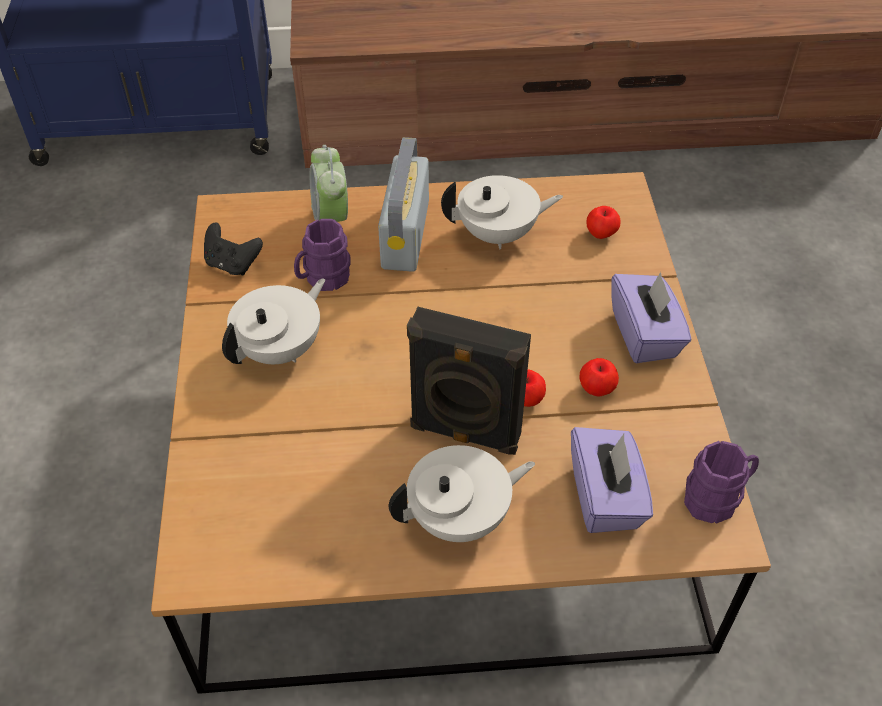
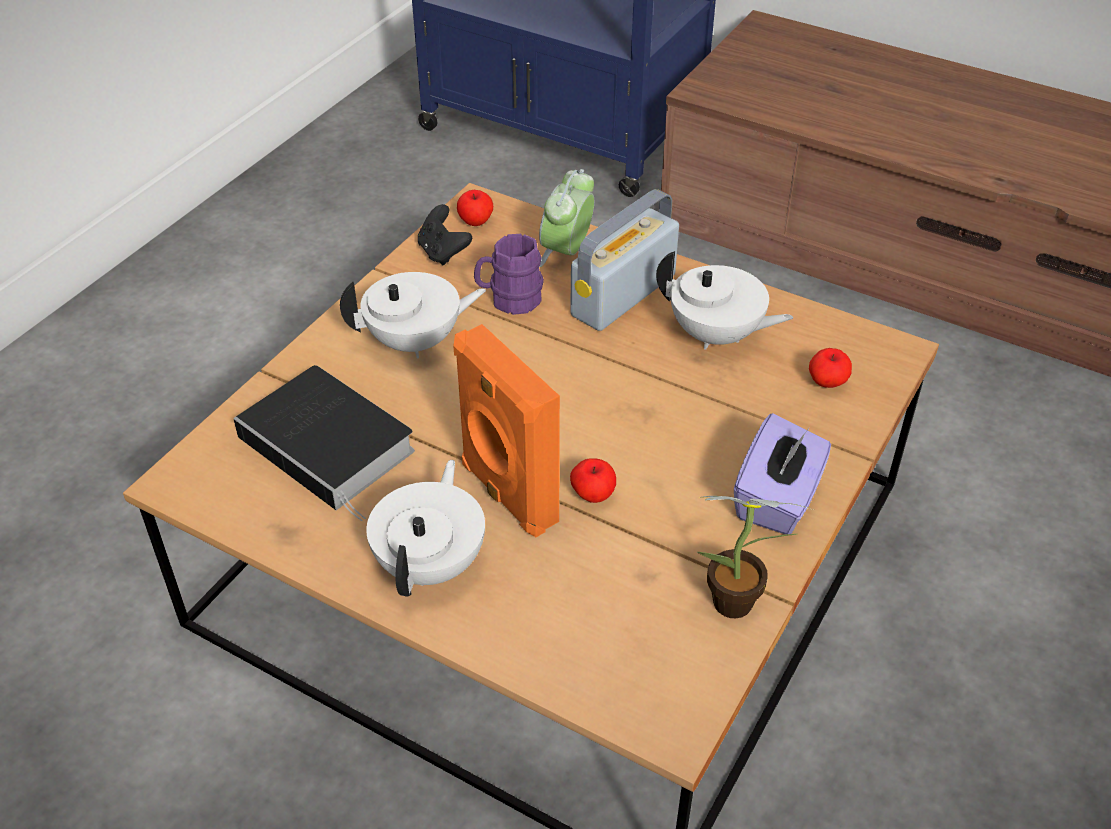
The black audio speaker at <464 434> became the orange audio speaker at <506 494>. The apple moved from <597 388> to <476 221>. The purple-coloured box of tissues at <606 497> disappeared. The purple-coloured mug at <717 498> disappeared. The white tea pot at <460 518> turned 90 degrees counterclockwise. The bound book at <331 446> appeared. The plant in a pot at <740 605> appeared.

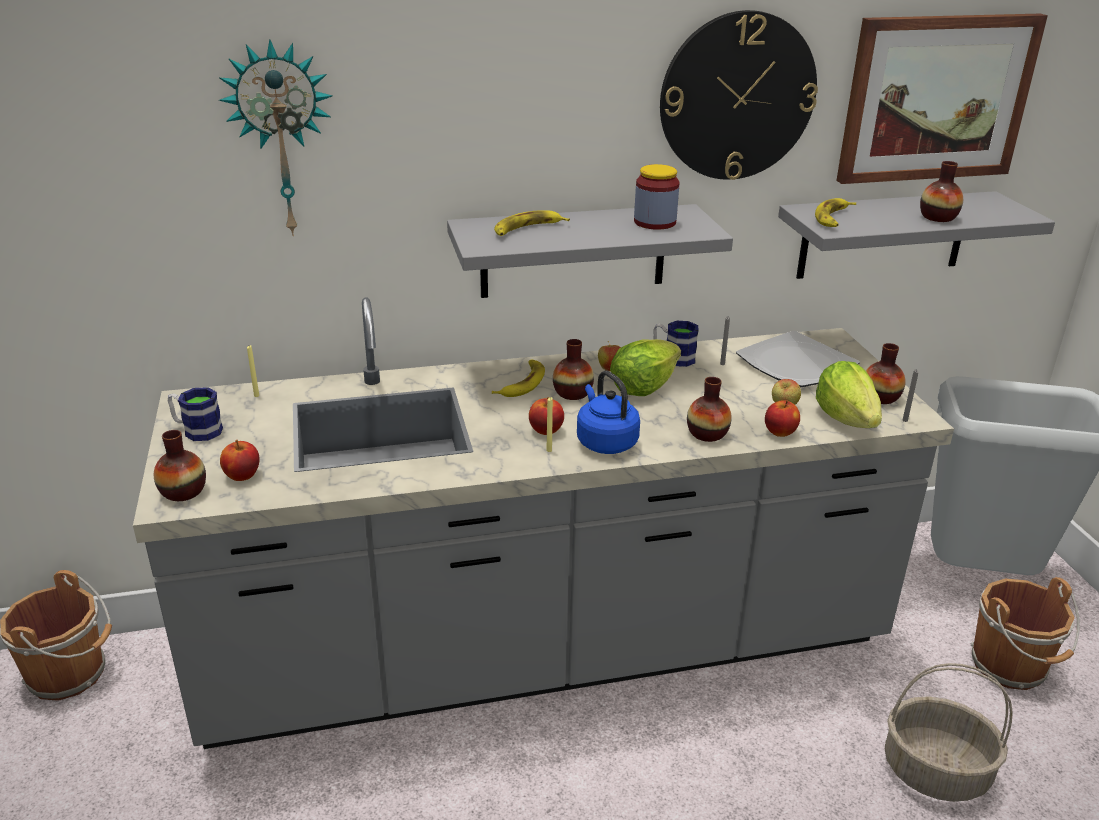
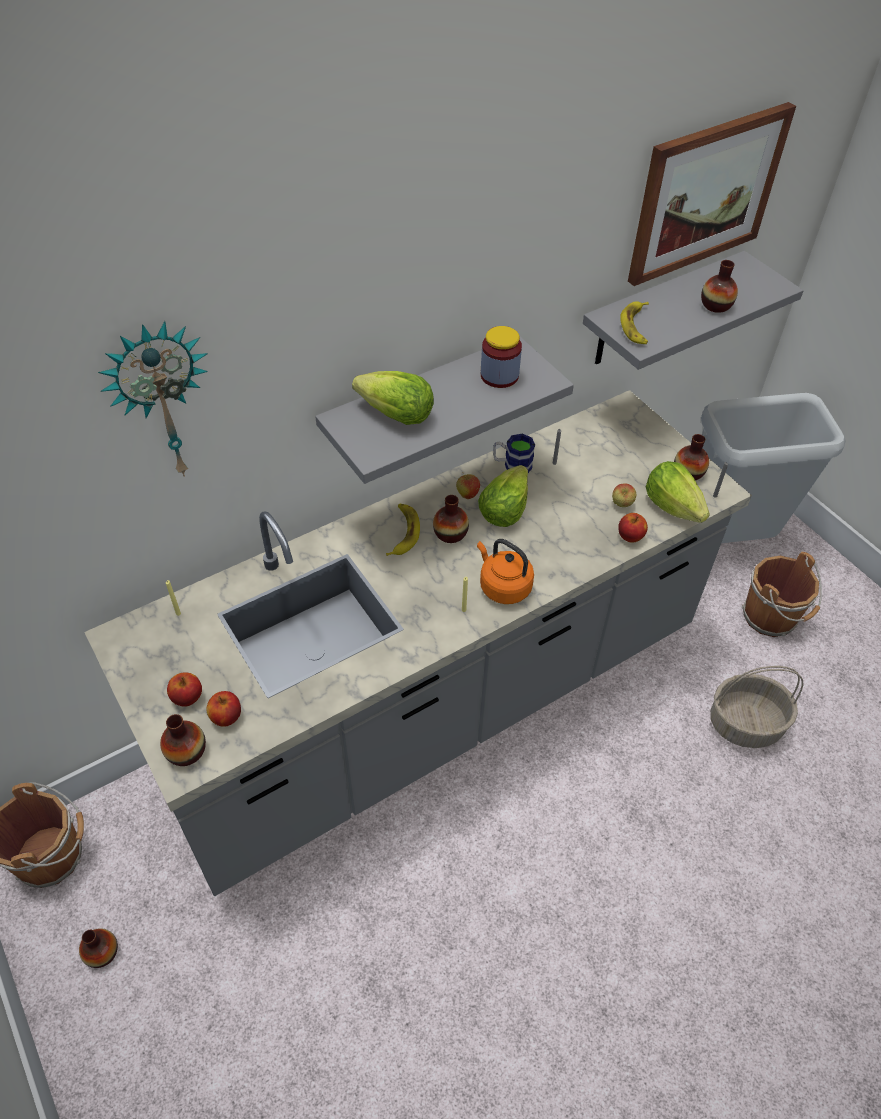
The hanging clock at <737 97> disappeared. The banana at <527 229> was replaced by the lettuce head at <396 415>. The dinner plate at <794 364> disappeared. The blue-coloured water kettle at <605 442> became the orange water kettle at <503 586>. The decorative vase moved from <707 433> to <102 952>. The mug at <197 430> disappeared. The apple moved from <546 430> to <187 698>.

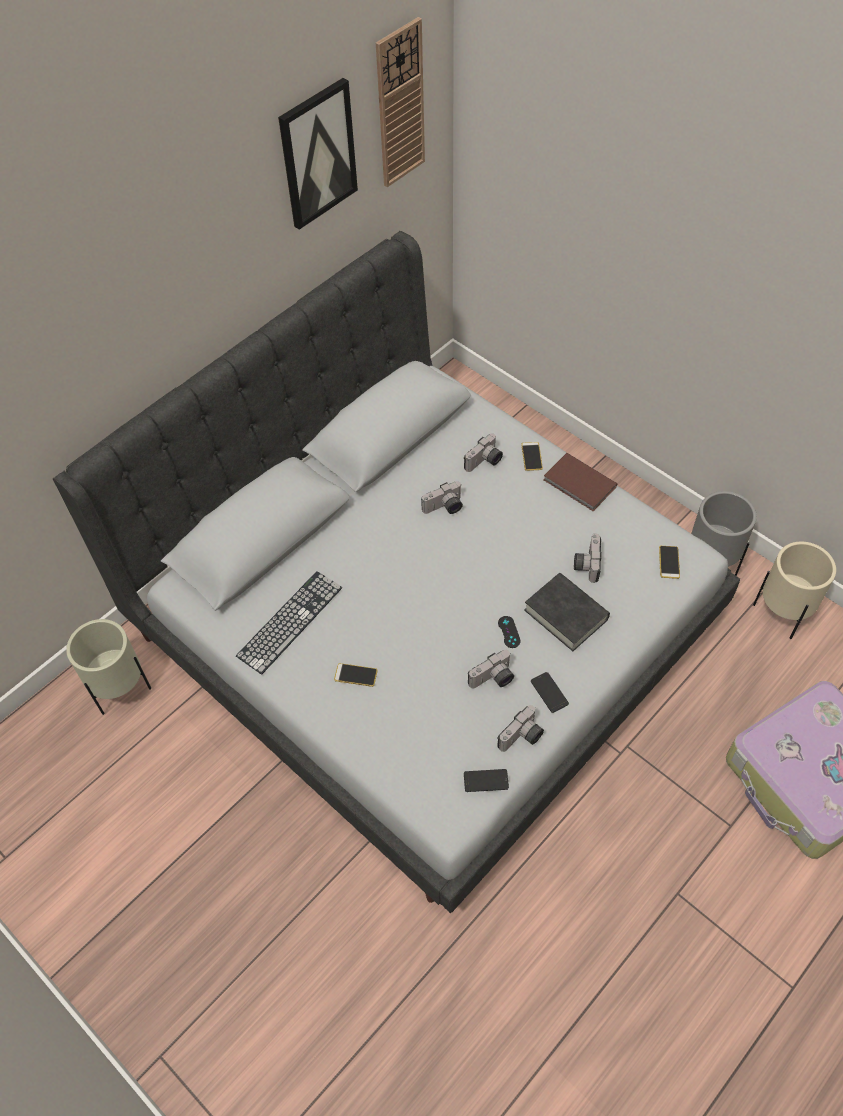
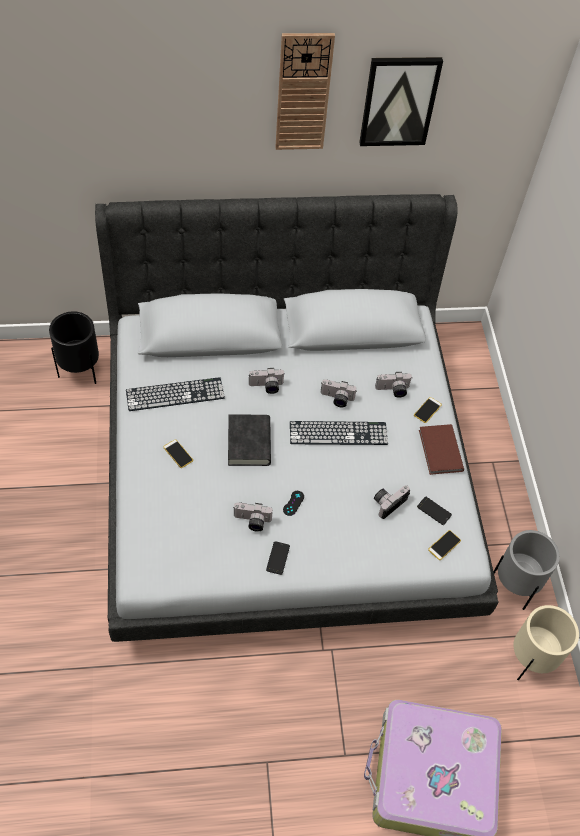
The hanging clock moved from <400 105> to <303 93>. The black bound book moved from <566 615> to <249 443>. The sand-coloured flower pot at <121 690> became the black flower pot at <80 372>. The photo camera moved from <522 738> to <266 387>. The telephone moved from <486 780> to <434 511>. The keyboard at <338 433> appeared.

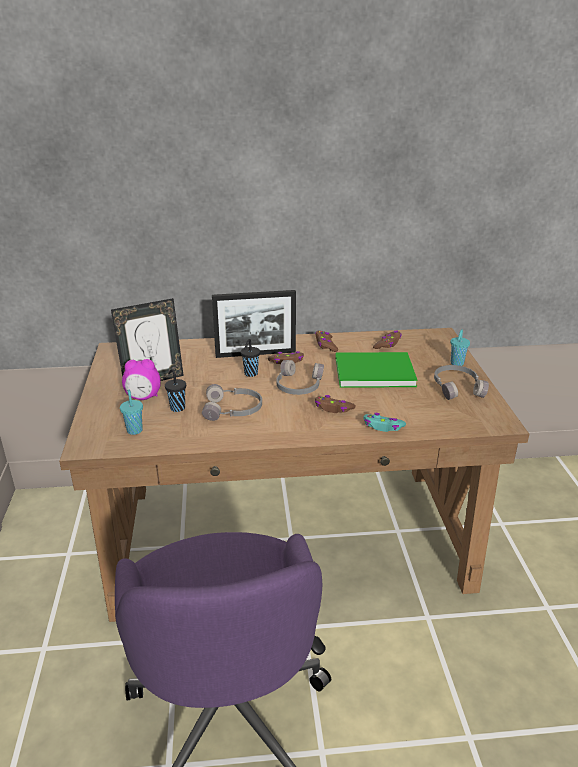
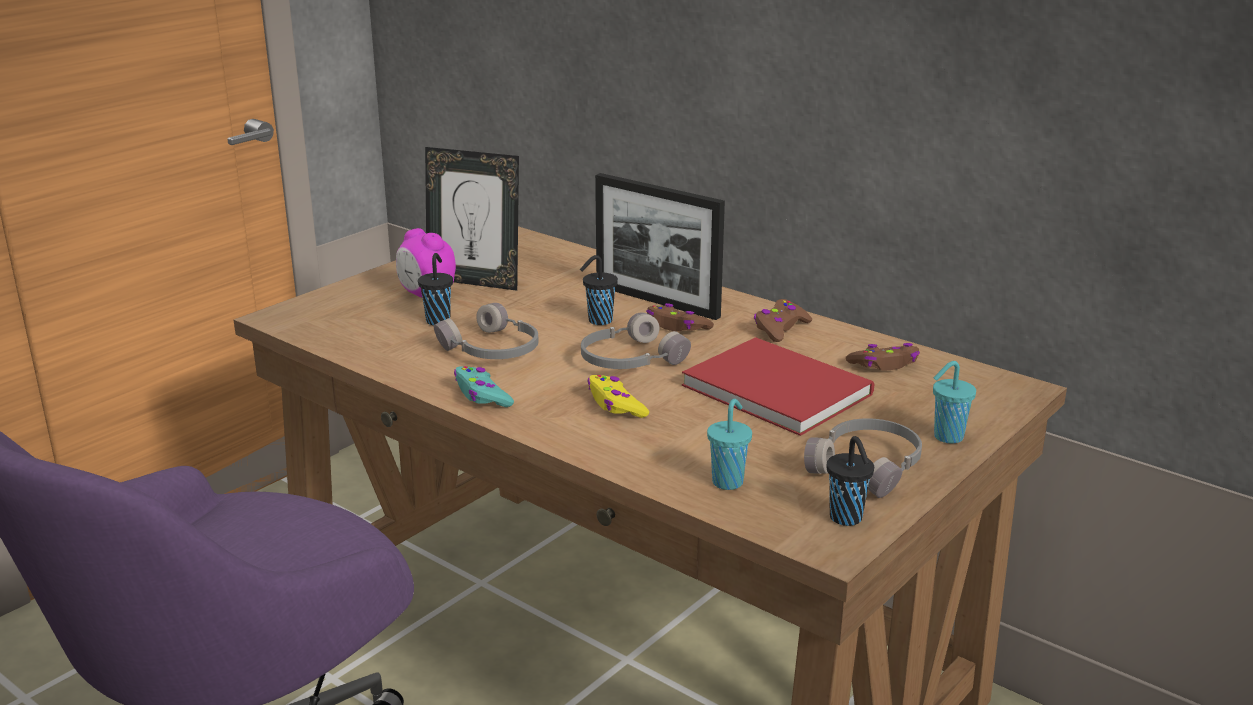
The green bound book at <371 371> became the red-coloured bound book at <775 387>. The blue-green drinking cup moved from <134 430> to <728 481>. The brownish gamepad at <333 408> became the yellow gamepad at <616 405>. The blue-green gamepad moved from <383 427> to <482 395>. The black drinking cup at <847 519> appeared.

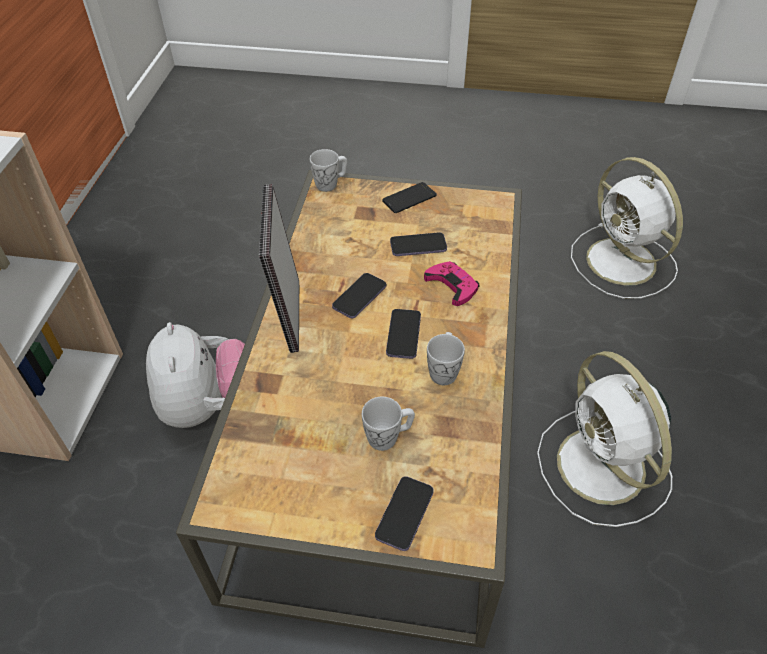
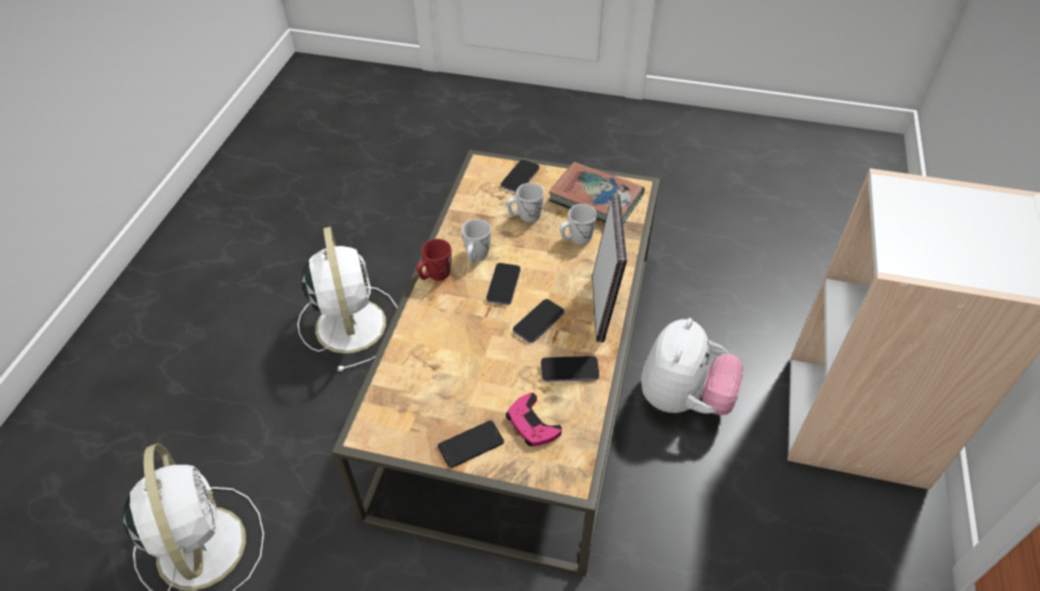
The white mug moved from <330 183> to <576 239>. The telephone moved from <418 246> to <569 370>. The pink-coloured gamepad moved from <452 285> to <532 424>. The plush toy at <207 405> turned 150 degrees counterclockwise. The bound book at <596 199> appeared. The red-coloured mug at <435 275> appeared.

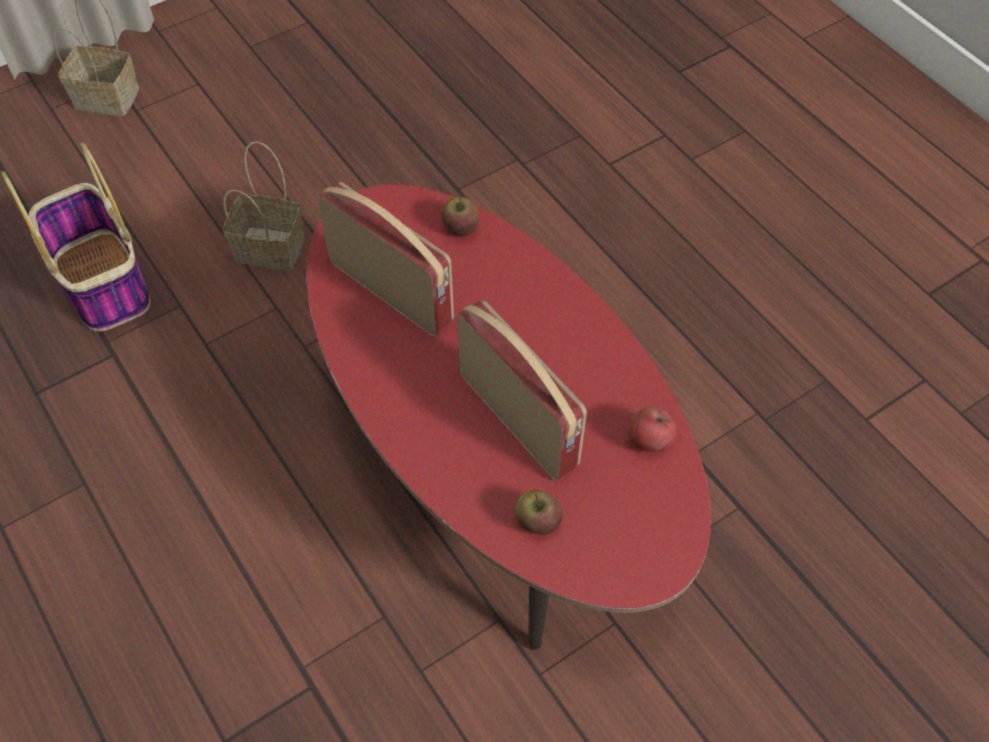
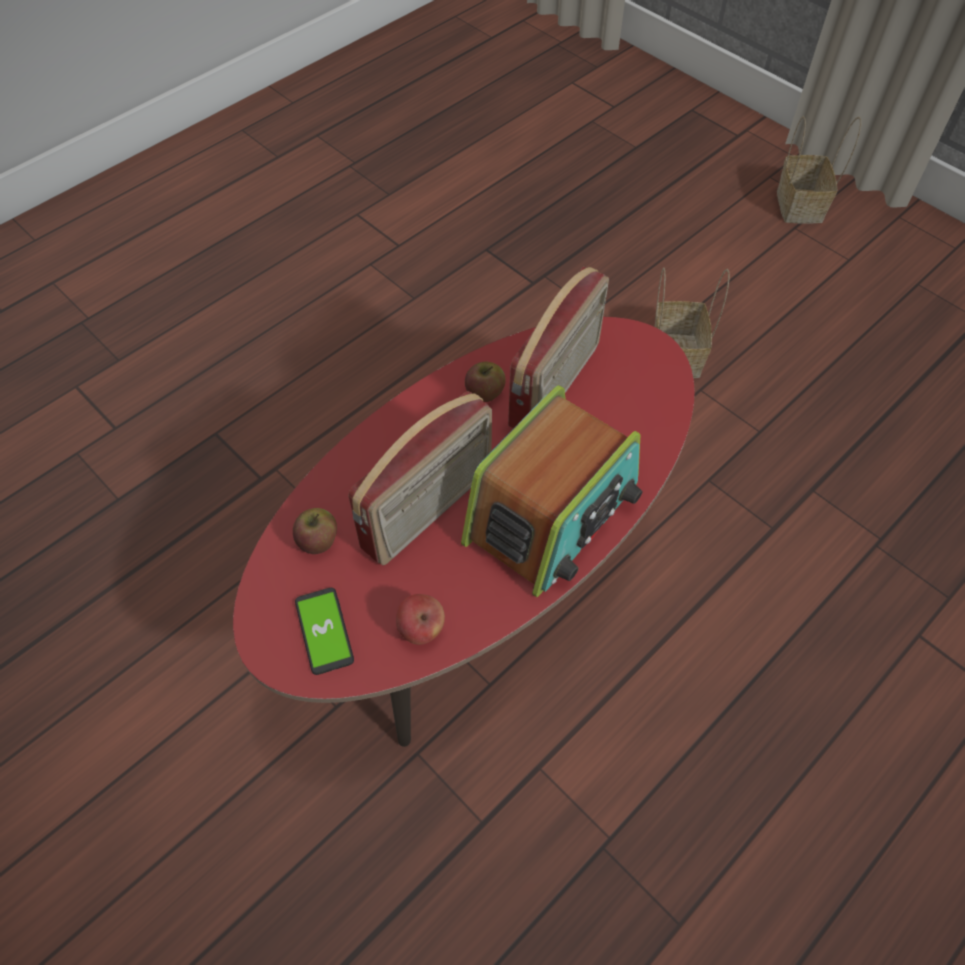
The basket at <101 281> disappeared. The apple moved from <460 227> to <485 392>. The radio set at <553 513> appeared. The telephone at <324 631> appeared.

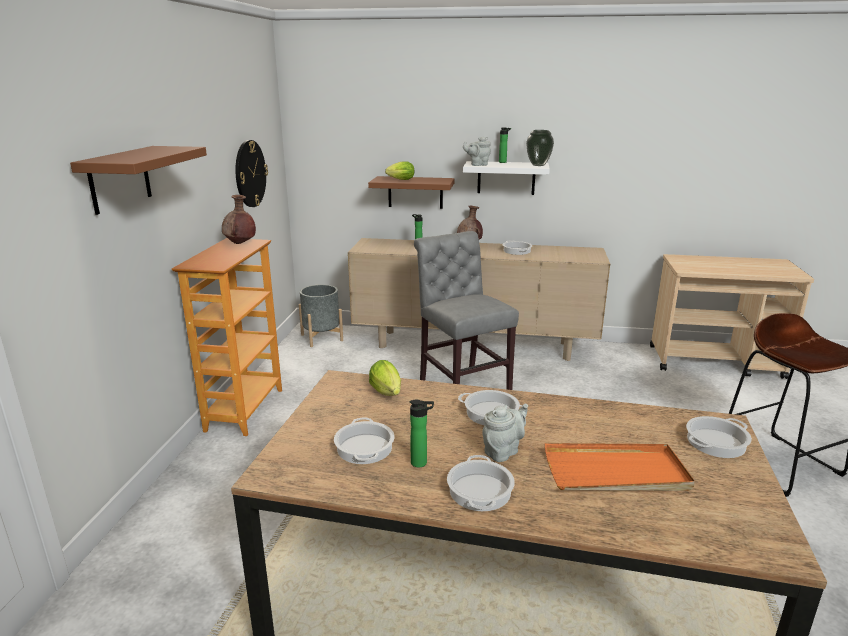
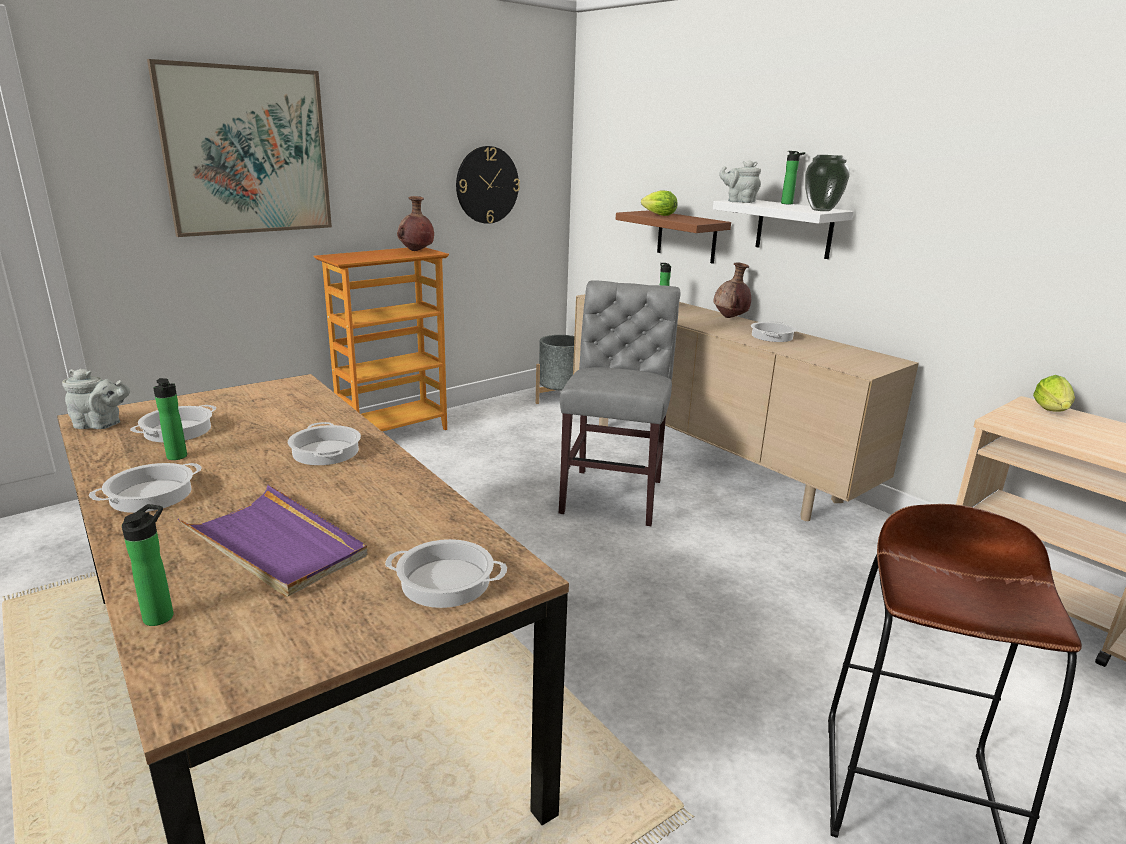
The brownish wall shelf at <120 179> was replaced by the wall art at <247 151>. The lettuce head moved from <387 393> to <1052 412>. The greyish tea pot moved from <503 451> to <101 425>. The orange tray at <616 472> became the purple-coloured tray at <275 545>. The drink bottle at <161 615> appeared.

